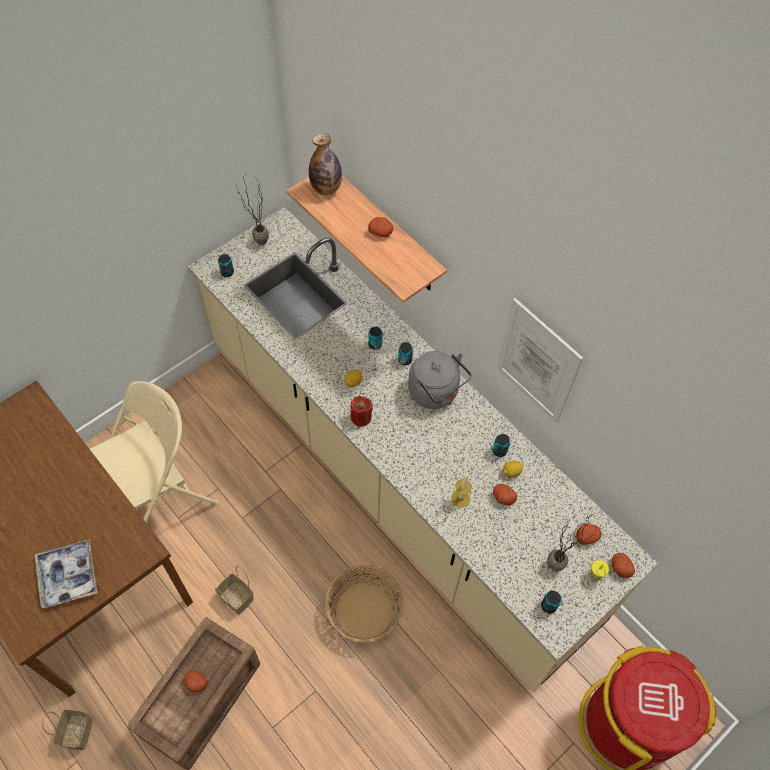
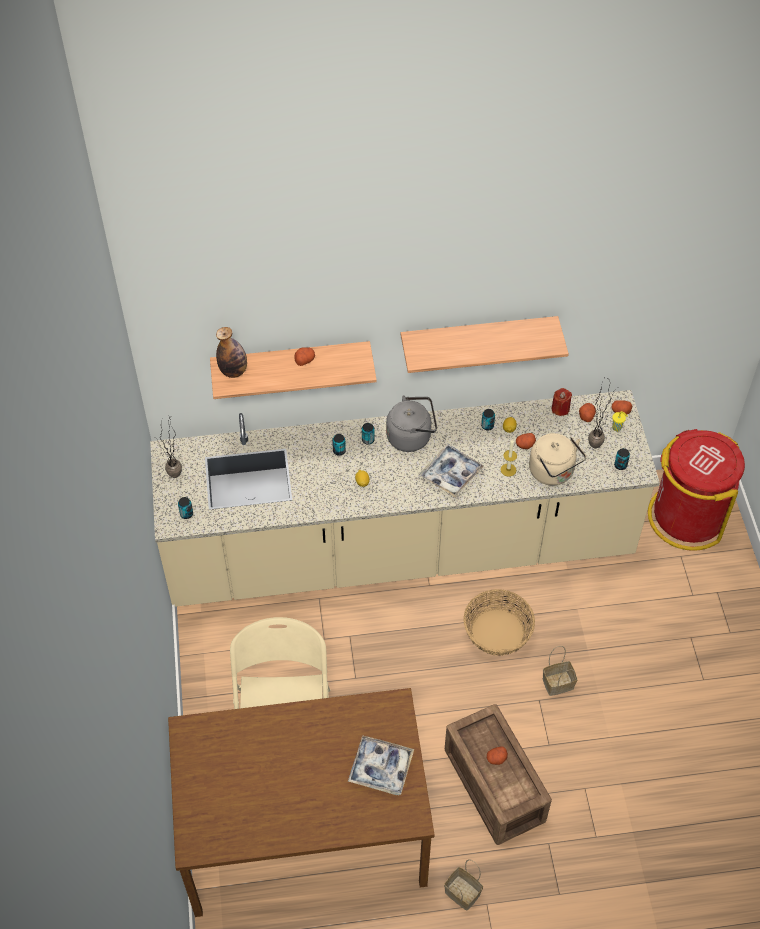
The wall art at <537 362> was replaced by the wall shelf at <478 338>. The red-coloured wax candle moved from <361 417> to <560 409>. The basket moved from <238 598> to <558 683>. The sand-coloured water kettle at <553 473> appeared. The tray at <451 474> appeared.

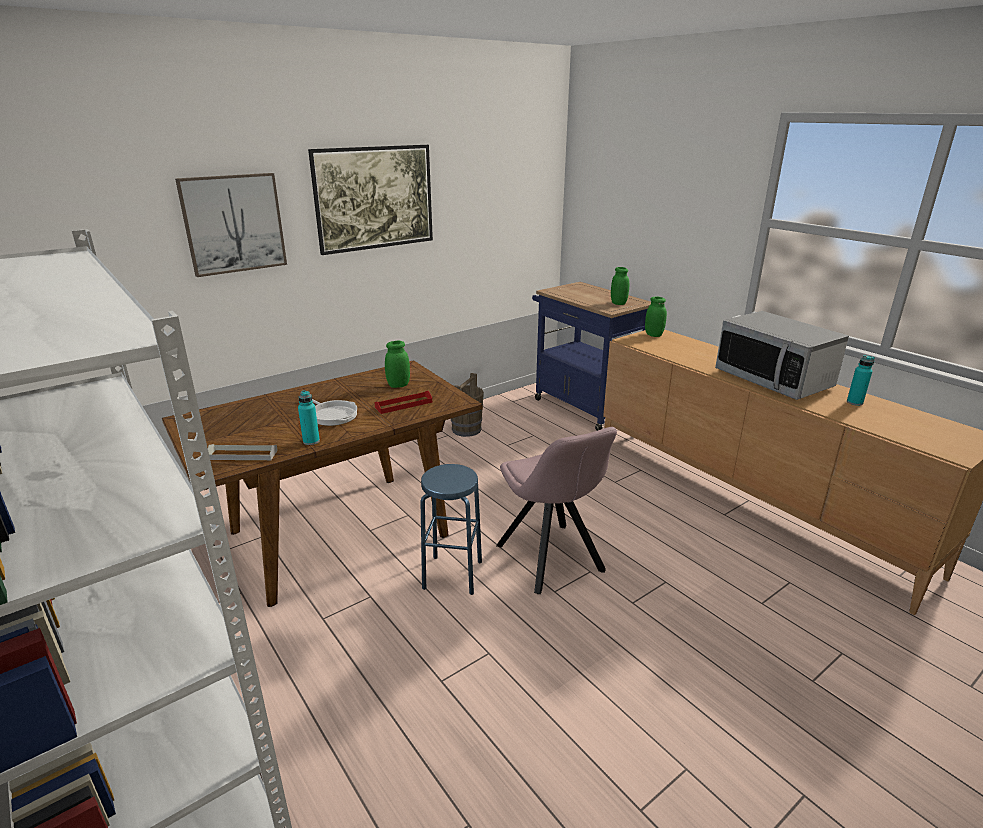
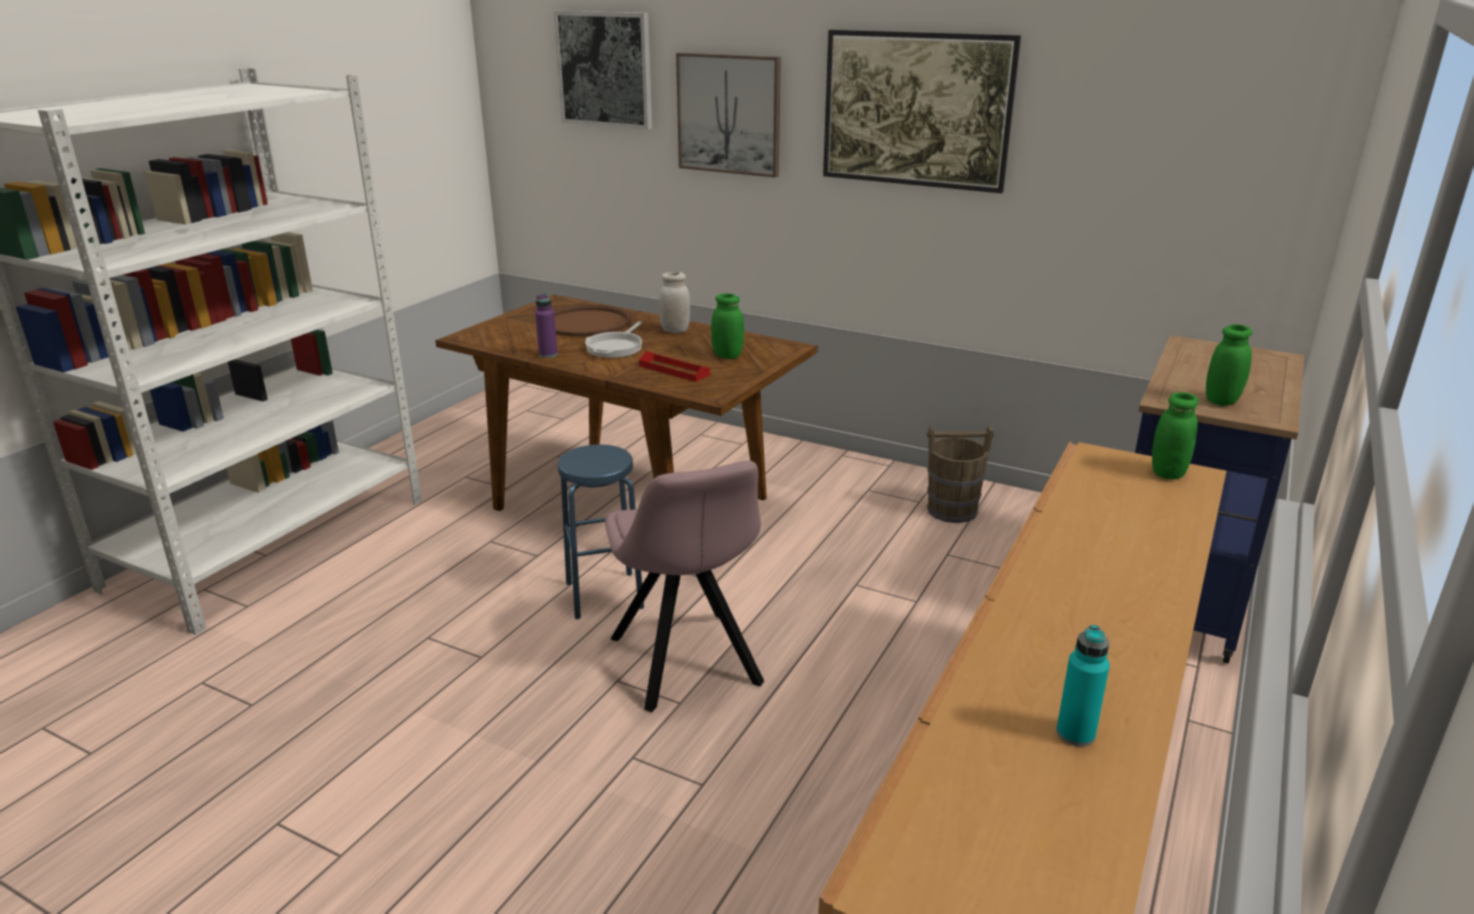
The microwave oven at <773 380> disappeared. The blue-green drink bottle at <311 441> became the purple-coloured drink bottle at <548 354>. The pink-coloured upright chair at <550 558> turned 60 degrees counterclockwise. The greyish tray at <242 455> disappeared. The wall art at <605 69> appeared. The white preserve jar at <675 330> appeared. The brownish tray at <586 322> appeared.

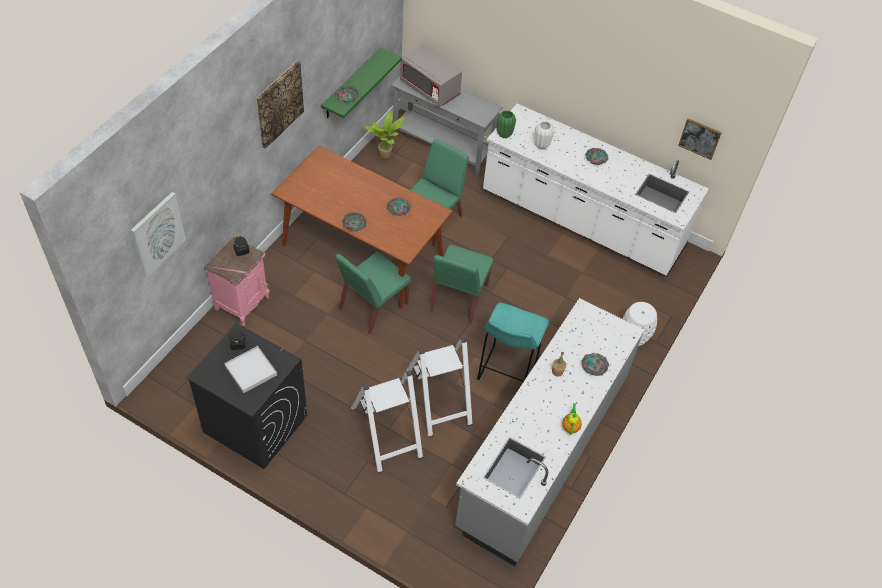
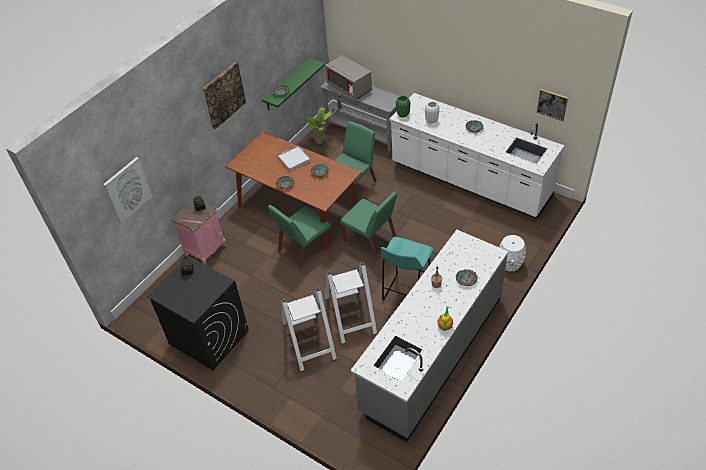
The green upright chair at <458 298> turned 75 degrees counterclockwise. The white tray moved from <251 370> to <294 159>.

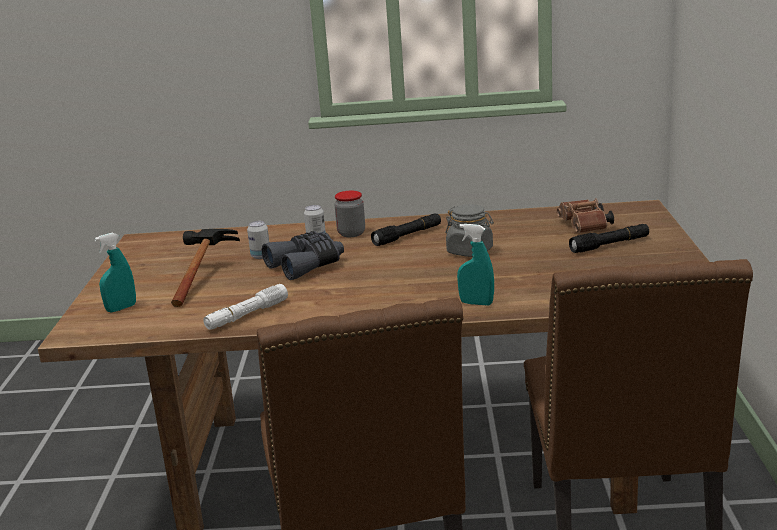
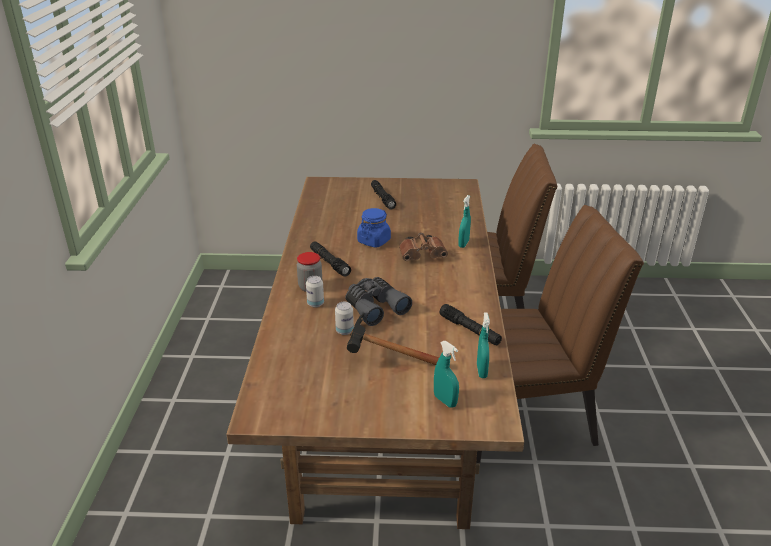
The brownish field glasses moved from <585 228> to <423 256>. The greyish preserve jar at <470 251> became the blue-coloured preserve jar at <374 241>. The white hand torch at <247 315> became the black hand torch at <470 330>. The blue-green sprayer at <481 371> appeared.

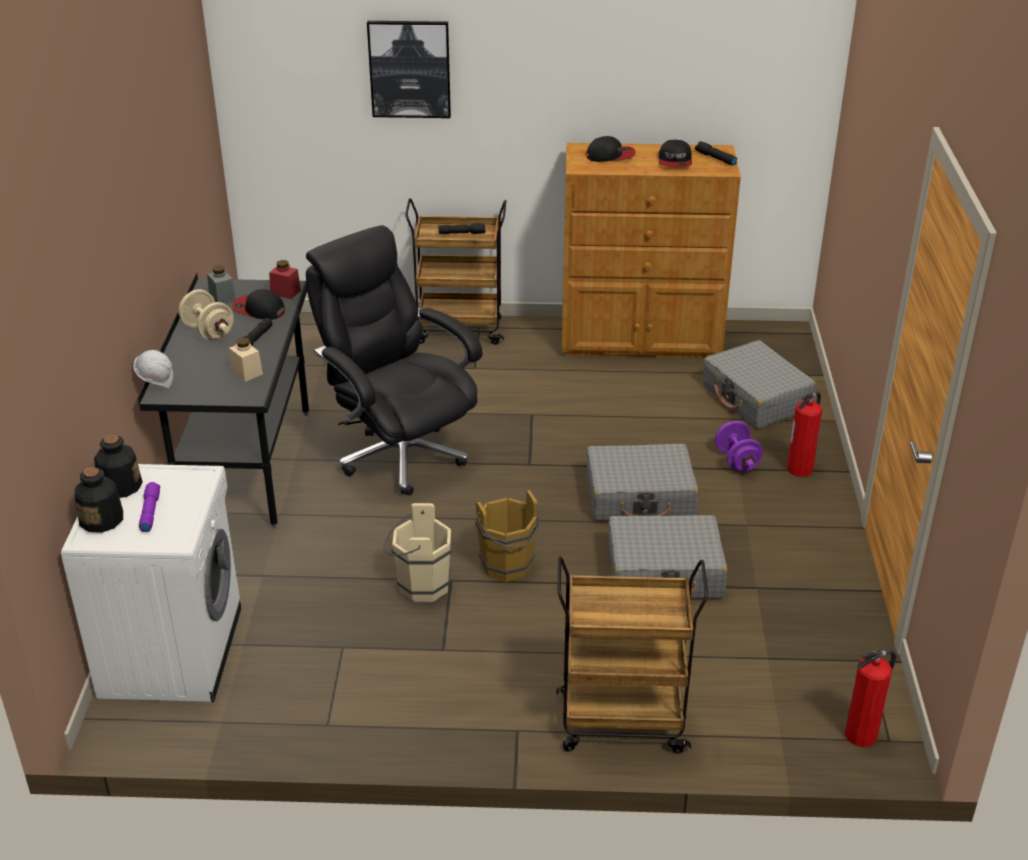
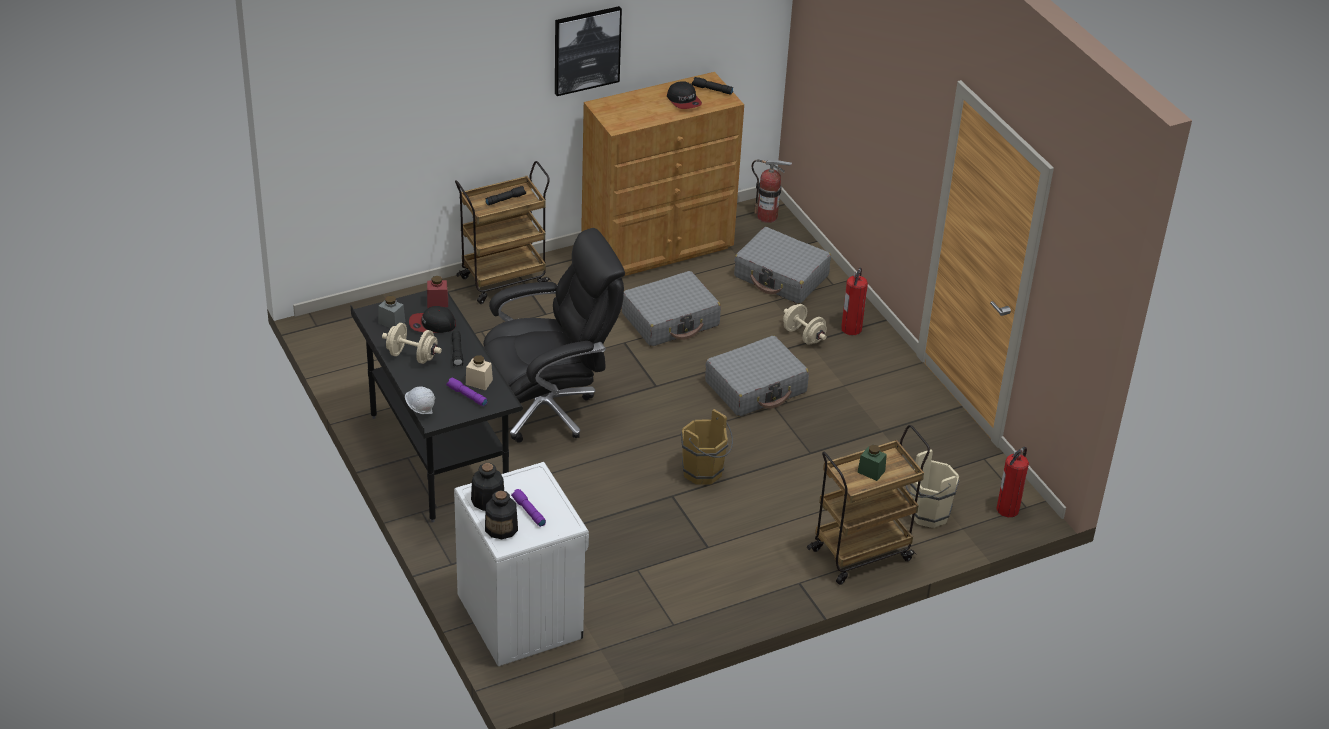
The wall art moved from <410 69> to <586 50>. The baseball cap at <610 156> disappeared. The black computer chair at <399 454> turned 135 degrees clockwise. The purple-coloured free weight at <737 461> became the sand-coloured free weight at <803 335>. The sand-coloured water bucket moved from <419 585> to <925 514>. The greyish travel case moved from <665 572> to <670 320>. The extinguisher at <767 216> appeared. The purple-coloured hand torch at <466 396> appeared. The green preserve jar at <871 471> appeared.

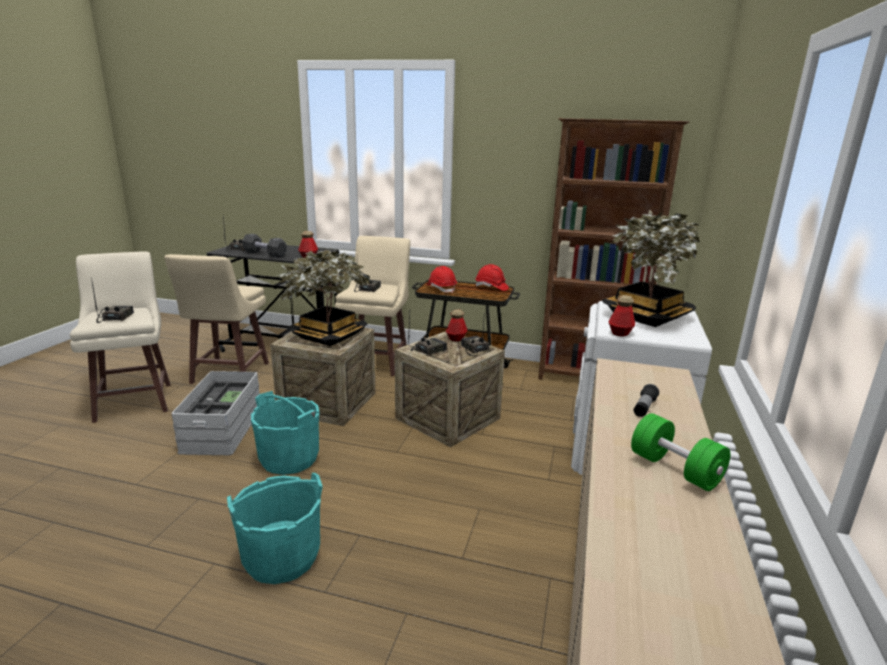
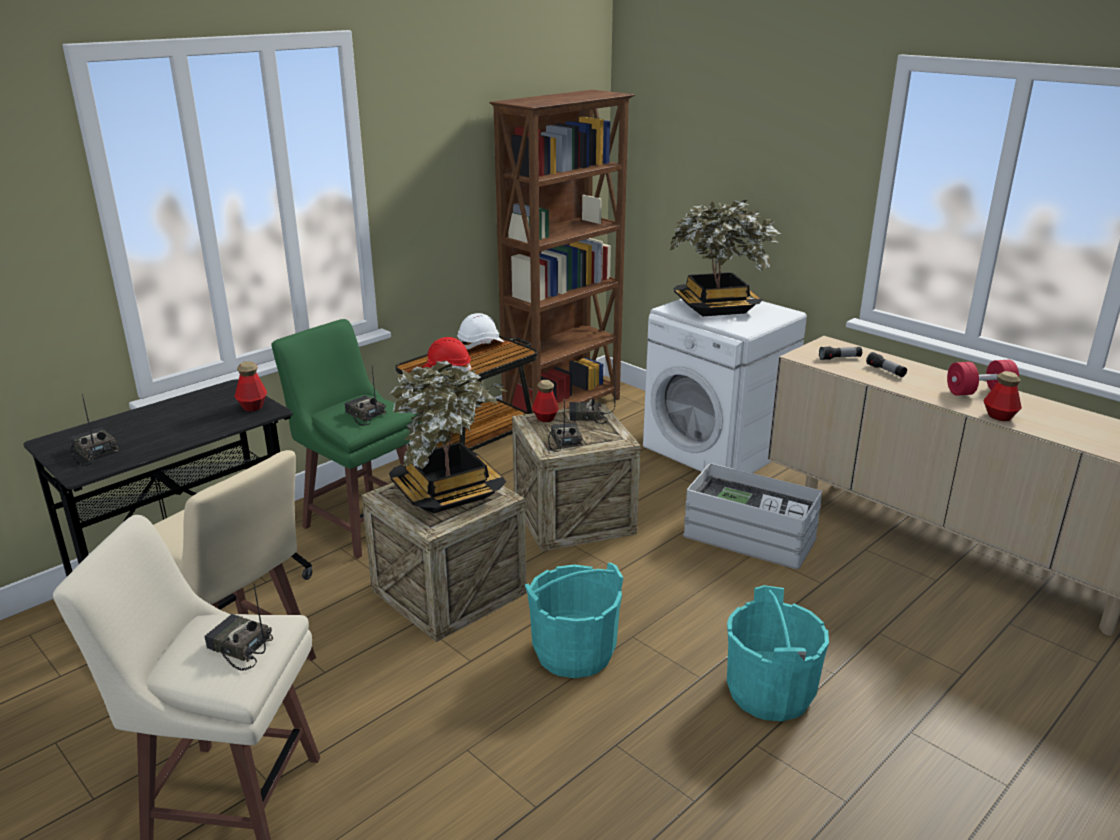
The black free weight at <265 254> disappeared. The sand-coloured stool seat at <376 361> became the green stool seat at <362 523>. The red-coloured hard hat at <491 287> became the white hard hat at <480 344>. The drink bottle moved from <620 333> to <999 416>. The greyish storage container moved from <223 429> to <750 536>. The green free weight at <675 469> became the red-coloured free weight at <979 392>. The hand torch at <840 358> appeared.

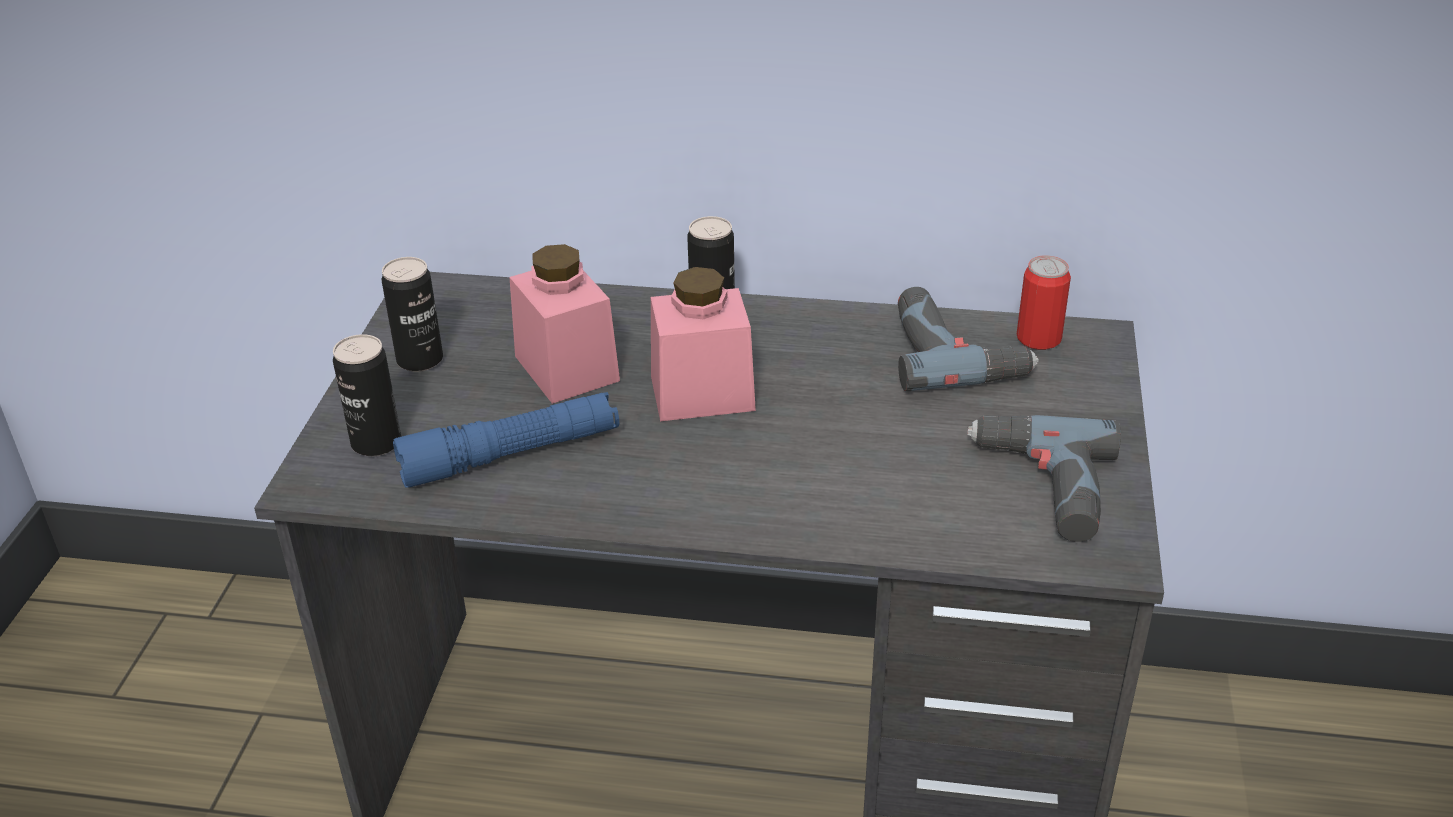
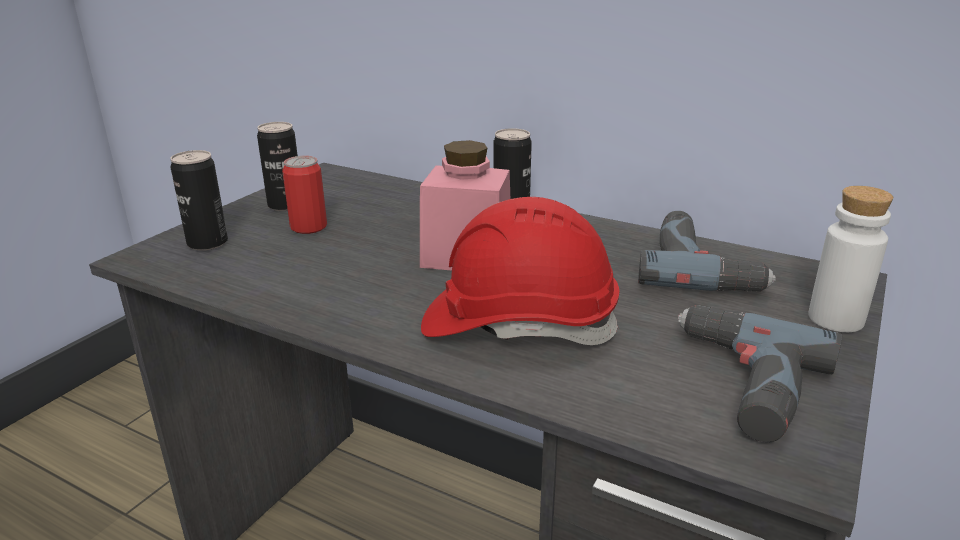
The pink-coloured preserve jar at <566 368> disappeared. The can moved from <1038 338> to <308 227>. The blue-coloured hand torch at <511 455> disappeared. The white drink bottle at <835 319> appeared. The red-coloured hard hat at <518 323> appeared.

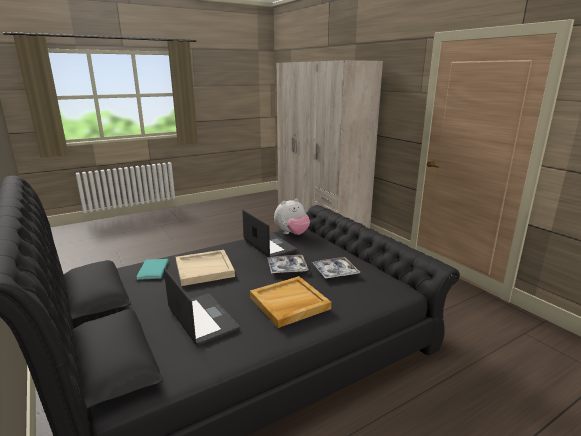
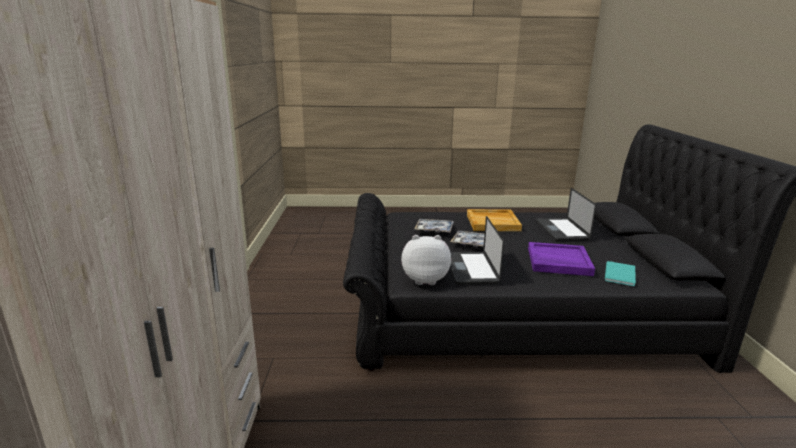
The sand-coloured tray at <205 269> became the purple-coloured tray at <558 261>.

